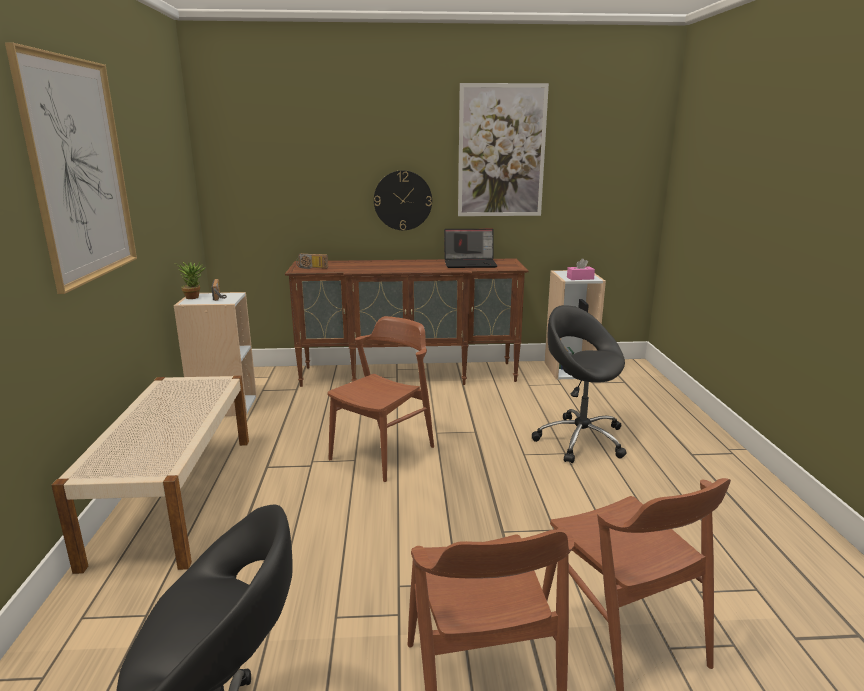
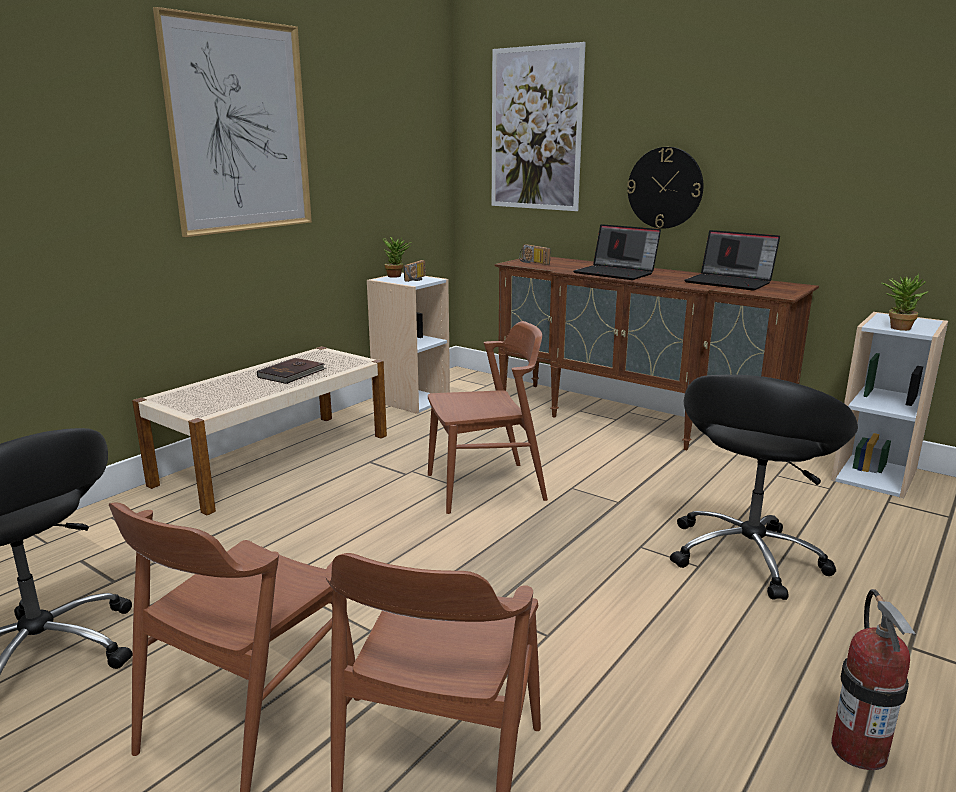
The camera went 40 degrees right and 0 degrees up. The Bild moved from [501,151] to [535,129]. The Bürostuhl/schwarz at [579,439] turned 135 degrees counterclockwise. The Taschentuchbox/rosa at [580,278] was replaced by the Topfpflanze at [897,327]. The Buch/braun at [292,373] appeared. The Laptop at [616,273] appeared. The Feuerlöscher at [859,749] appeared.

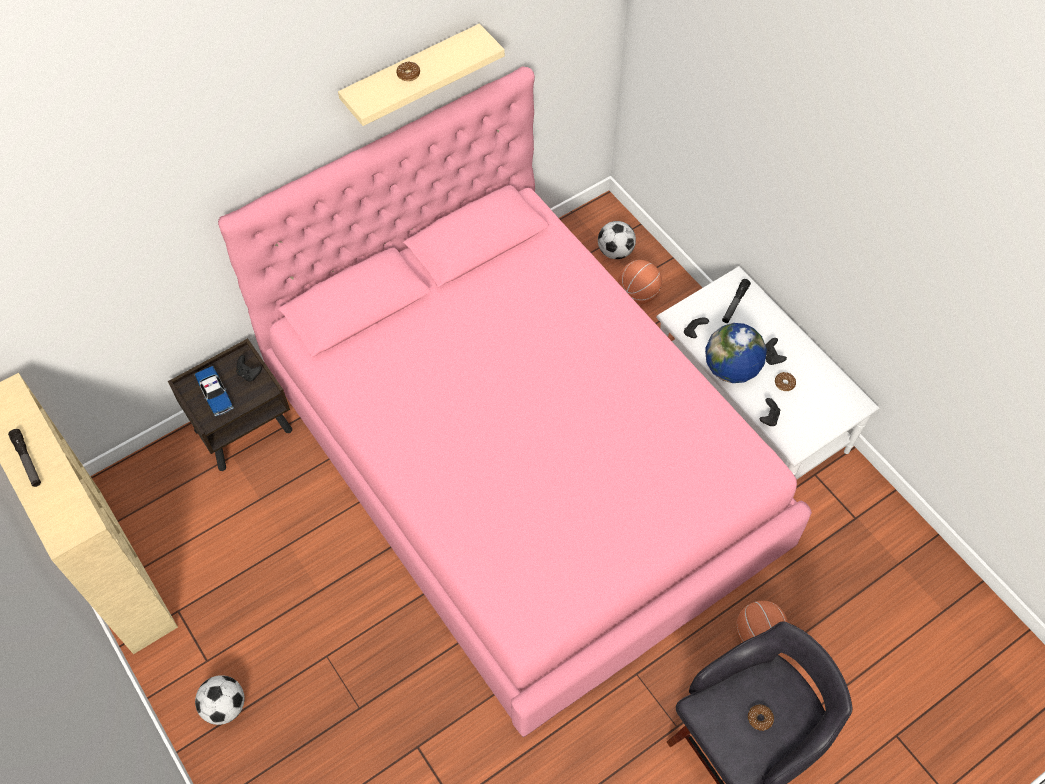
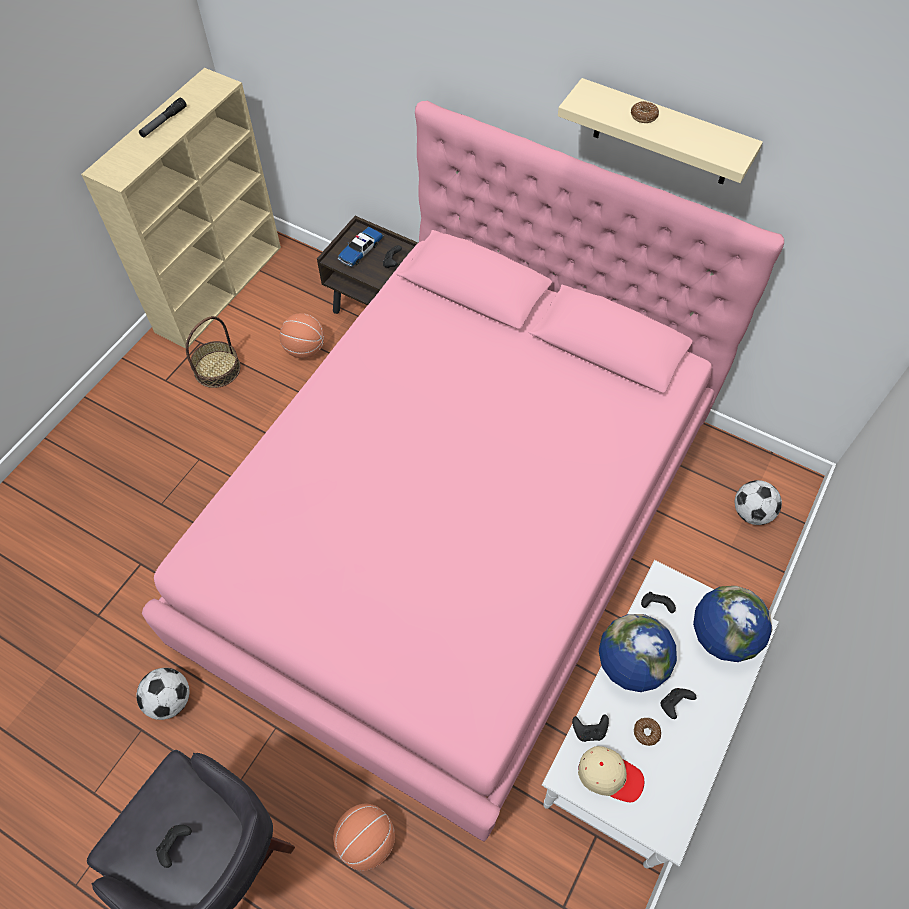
The camera went 65 degrees right and 0 degrees up. The Fußball moved from [225,706] to [170,700]. The Basketball moved from [638,294] to [305,349]. The Taschenlampe at [735,304] was replaced by the Globus at [722,636]. The Donut at [760,718] was replaced by the Gamepad/schwarz at [175,845]. The Korb at [217,369] appeared. The Kappe/beige at [609,775] appeared.

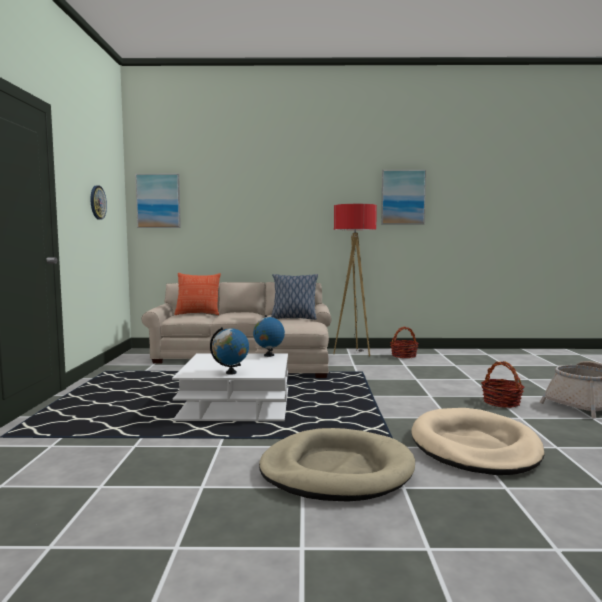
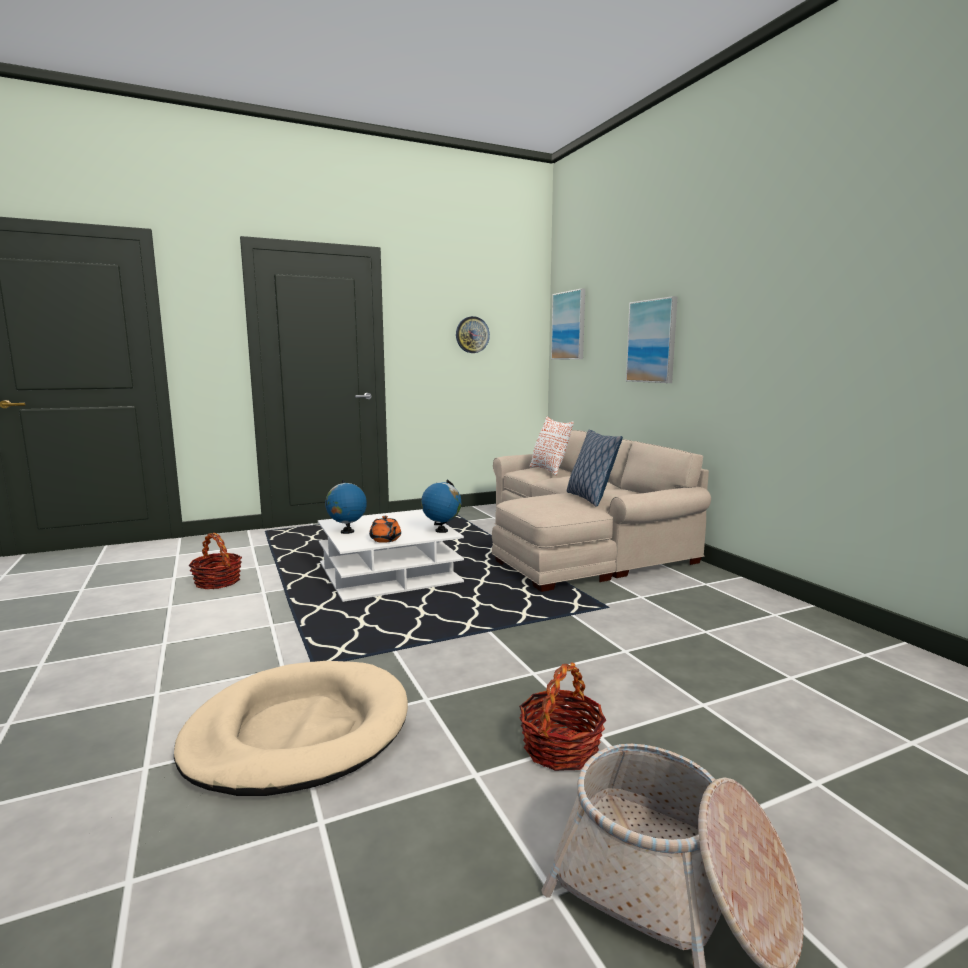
The camera went 65 degrees right and 5 degrees up. The Kissen/orange at [198,314] became the Kissen/weiß at [549,471]. The Hundebett/beige at [336,471] disappeared. The Stehlampe at [353,353] disappeared. The Bild moved from [403,197] to [652,341]. The Korb moved from [404,355] to [217,582]. The Teekanne/orange at [385,540] appeared.

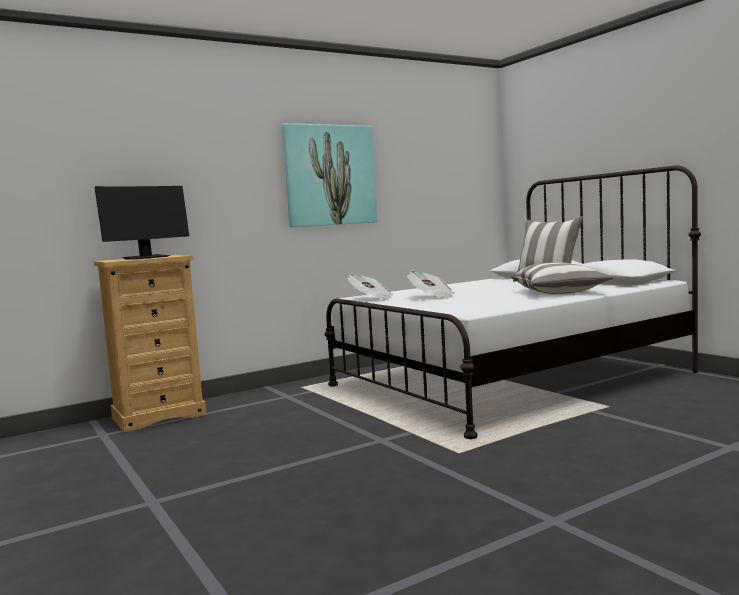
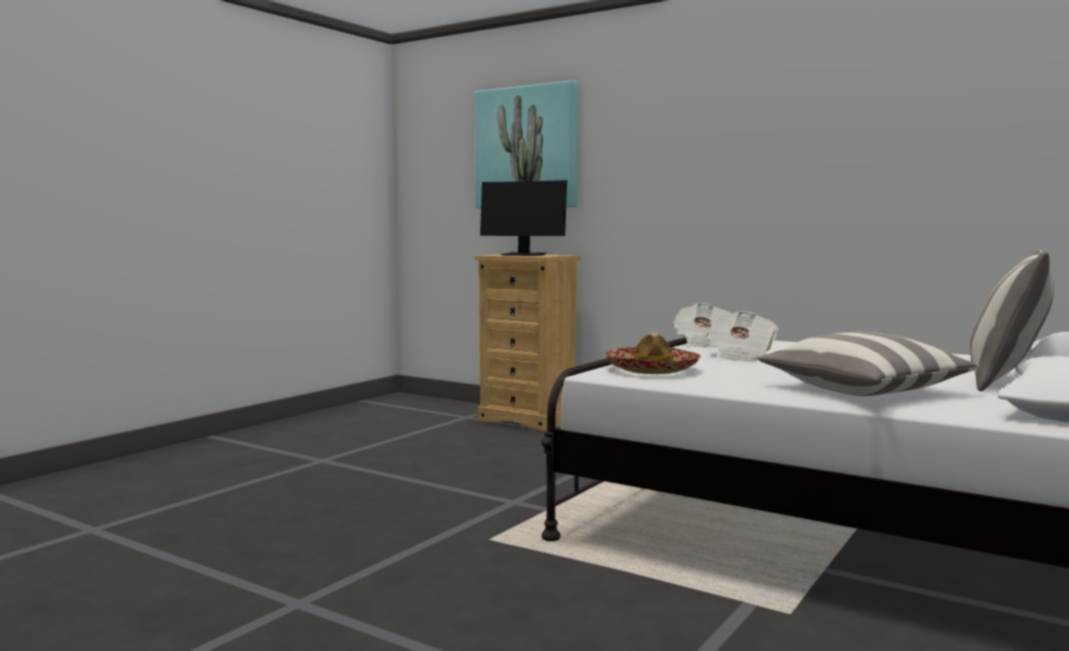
The camera went 65 degrees right and 0 degrees up. The Bild moved from [329,175] to [526,148]. The Hut at [652,370] appeared.

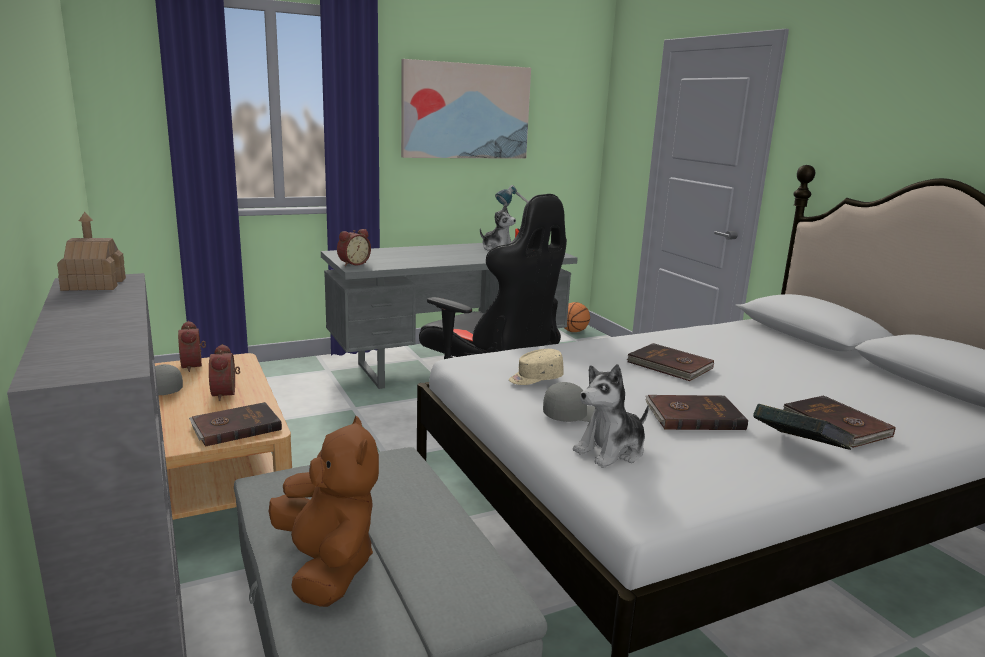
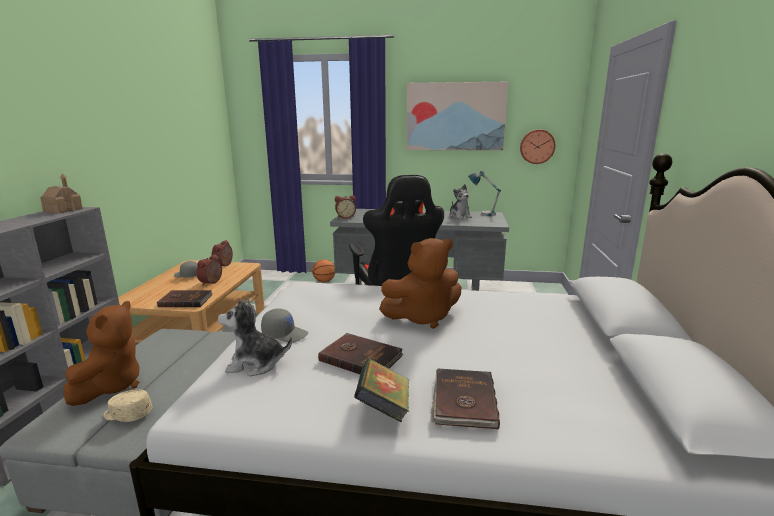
The camera went 35 degrees right and 0 degrees up. The Kappe/beige moved from [535,378] to [127,414]. The Basketball moved from [573,331] to [324,281]. The Buch/braun at [669,366] was replaced by the Plüschtier/braun at [422,317]. The Wanduhr at [537,146] appeared.

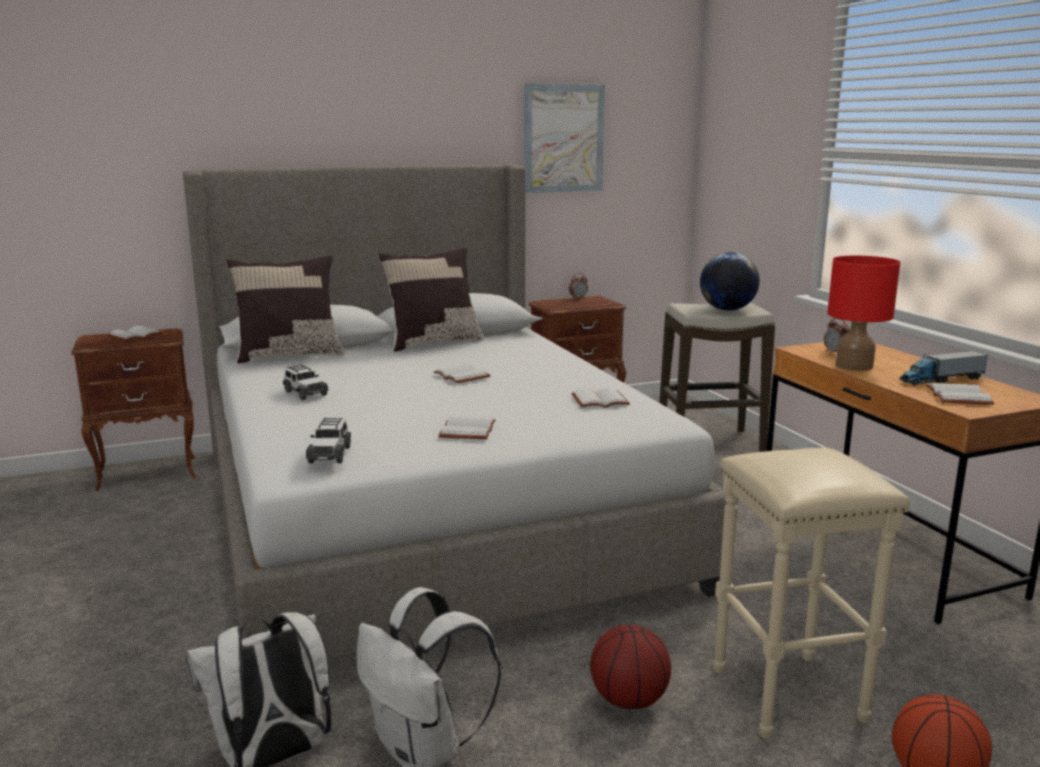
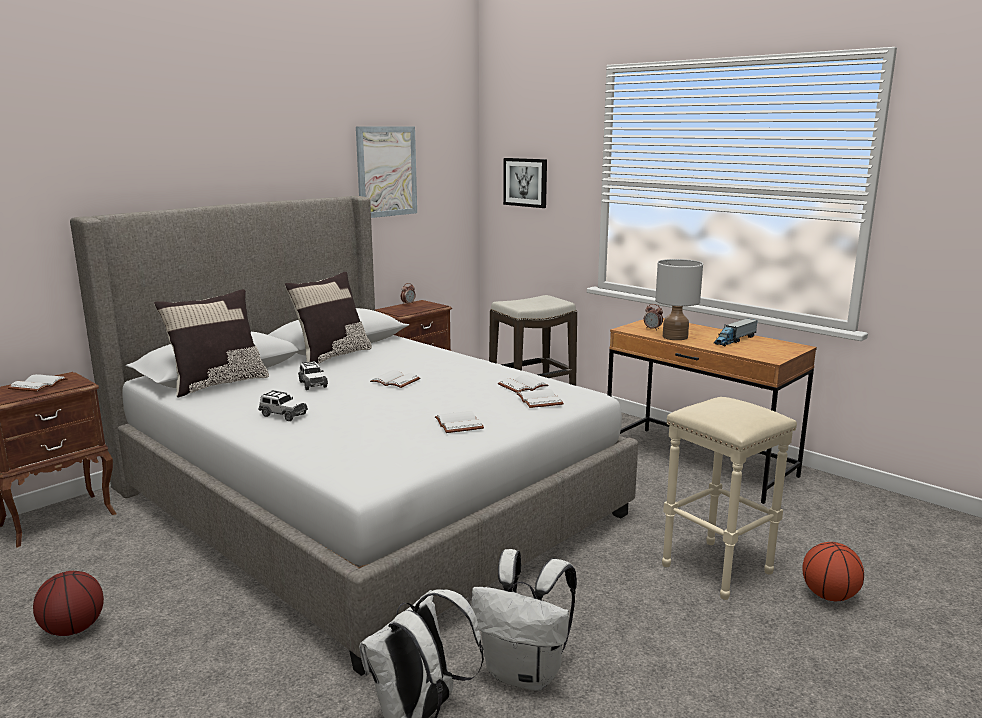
The camera went 25 degrees left and 0 degrees up. The Spielzeugauto moved from [330,454] to [312,384]. The Basketball moved from [629,700] to [74,629]. The Globus at [727,310] disappeared. The Tischlampe/rot at [853,366] became the Tischlampe/grau at [674,337]. The Buch/weiß moved from [956,396] to [538,400]. The Bild at [526,182] appeared.

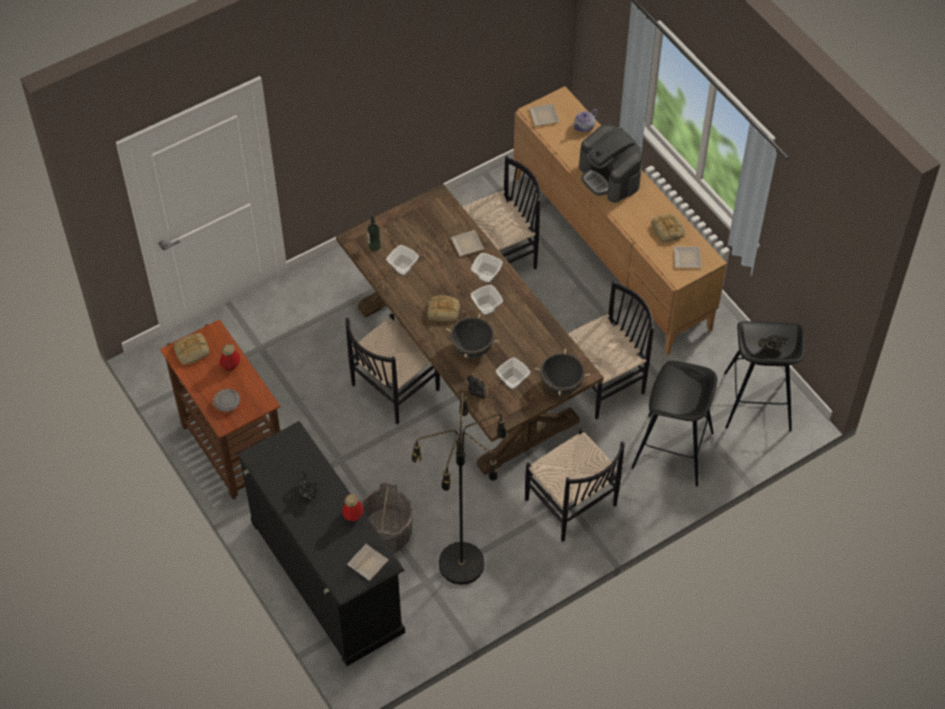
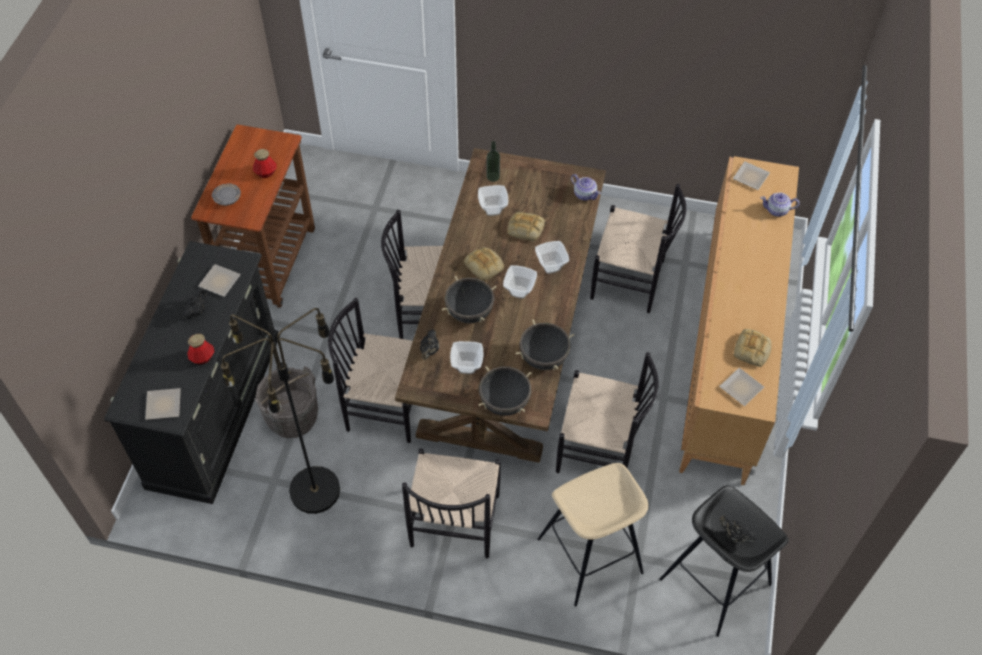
The camera went 45 degrees right and 0 degrees up. The Brot moved from [191,351] to [525,229]. The Teller moved from [466,245] to [218,282]. The Kaffeemaschine at [610,177] disappeared. The Hocker/schwarz at [672,451] became the Hocker/beige at [589,556]. The Stuhl/schwarz at [383,404] appeared. The Kochtopf/schwarz at [544,358] appeared. The Teekanne at [584,194] appeared.

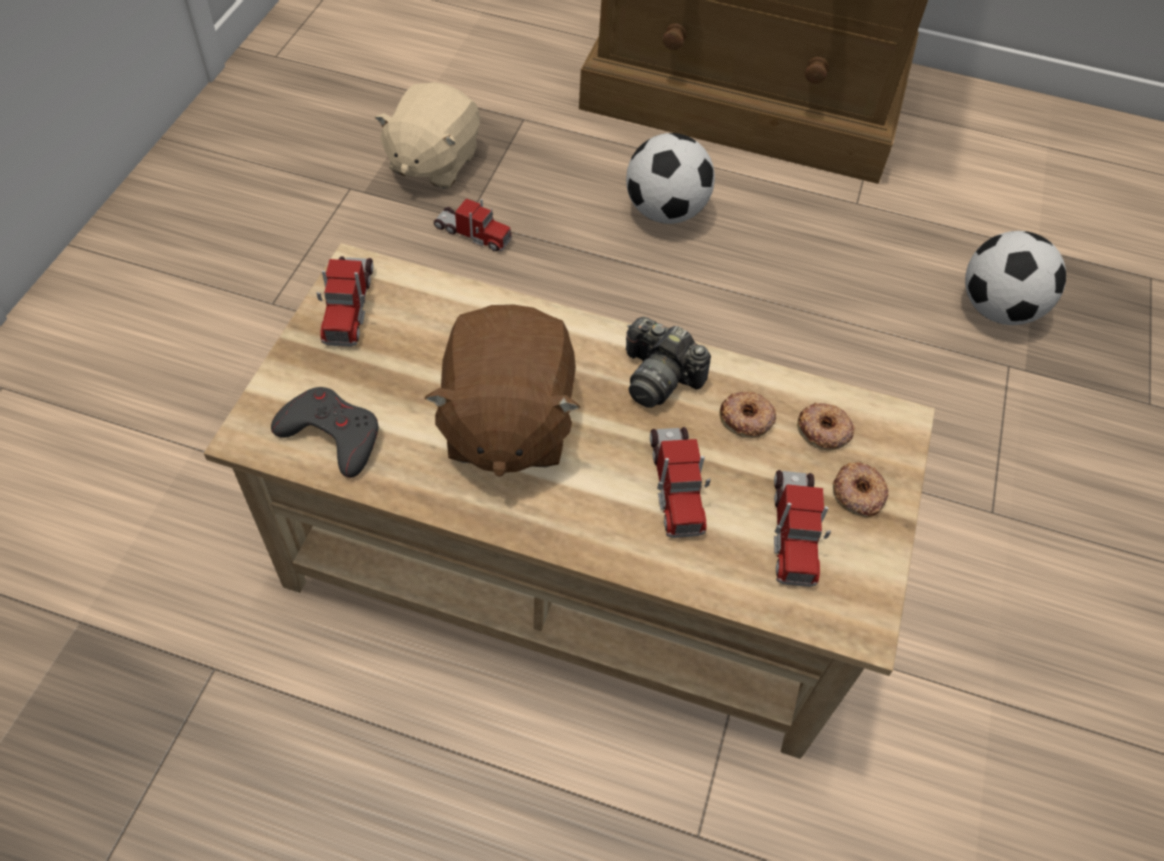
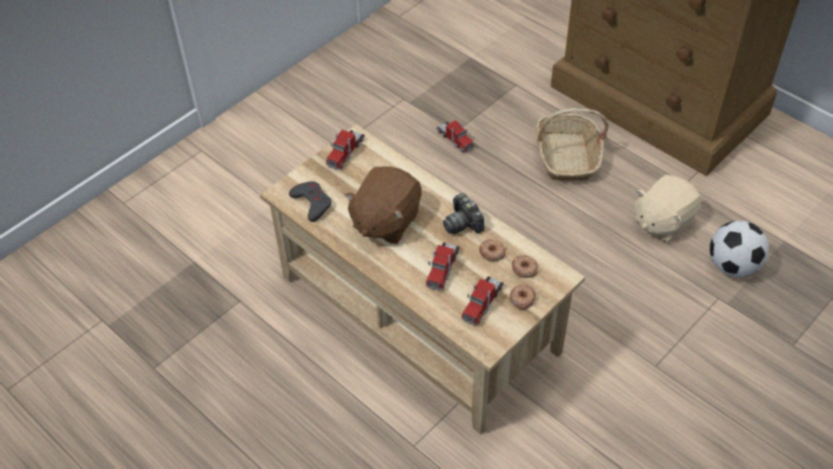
The camera went 30 degrees right and 5 degrees down. The Plüschtier/beige moved from [432,162] to [663,221]. The Fußball at [665,212] was replaced by the Korb at [567,157].

